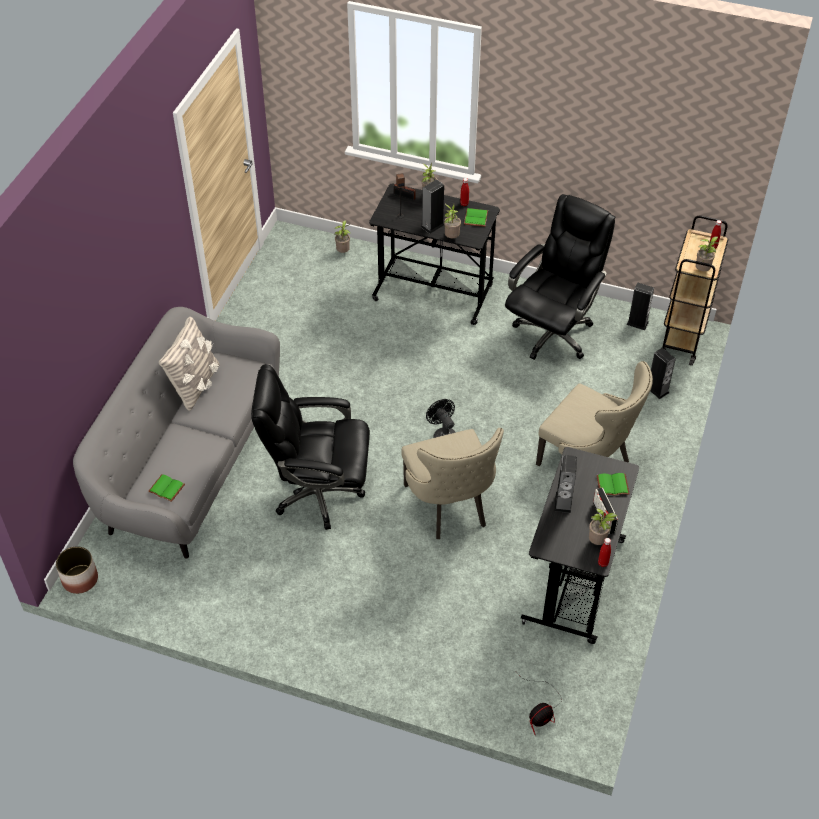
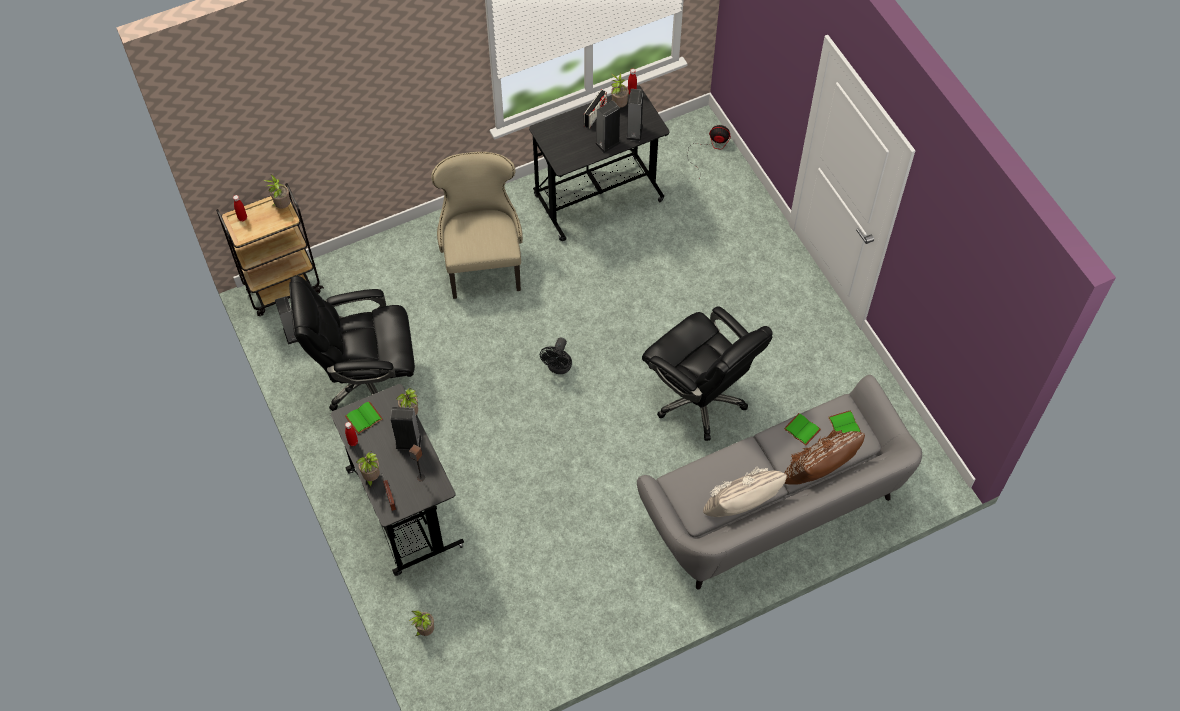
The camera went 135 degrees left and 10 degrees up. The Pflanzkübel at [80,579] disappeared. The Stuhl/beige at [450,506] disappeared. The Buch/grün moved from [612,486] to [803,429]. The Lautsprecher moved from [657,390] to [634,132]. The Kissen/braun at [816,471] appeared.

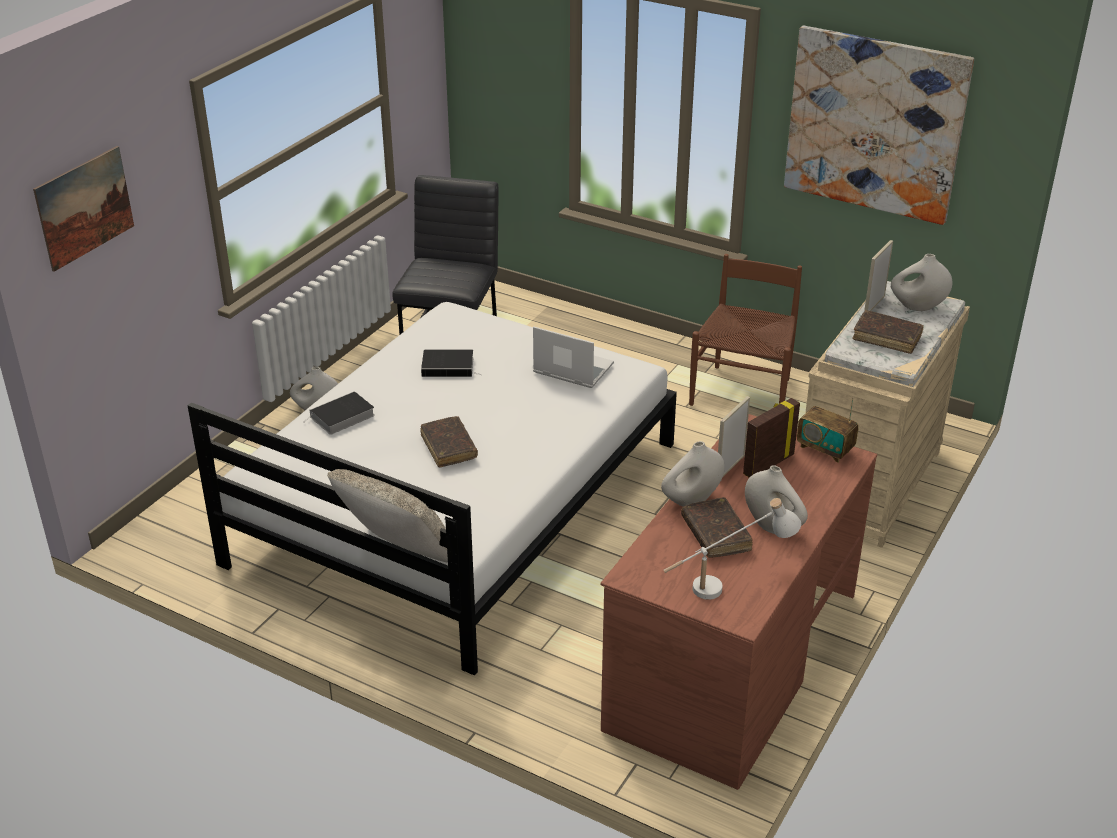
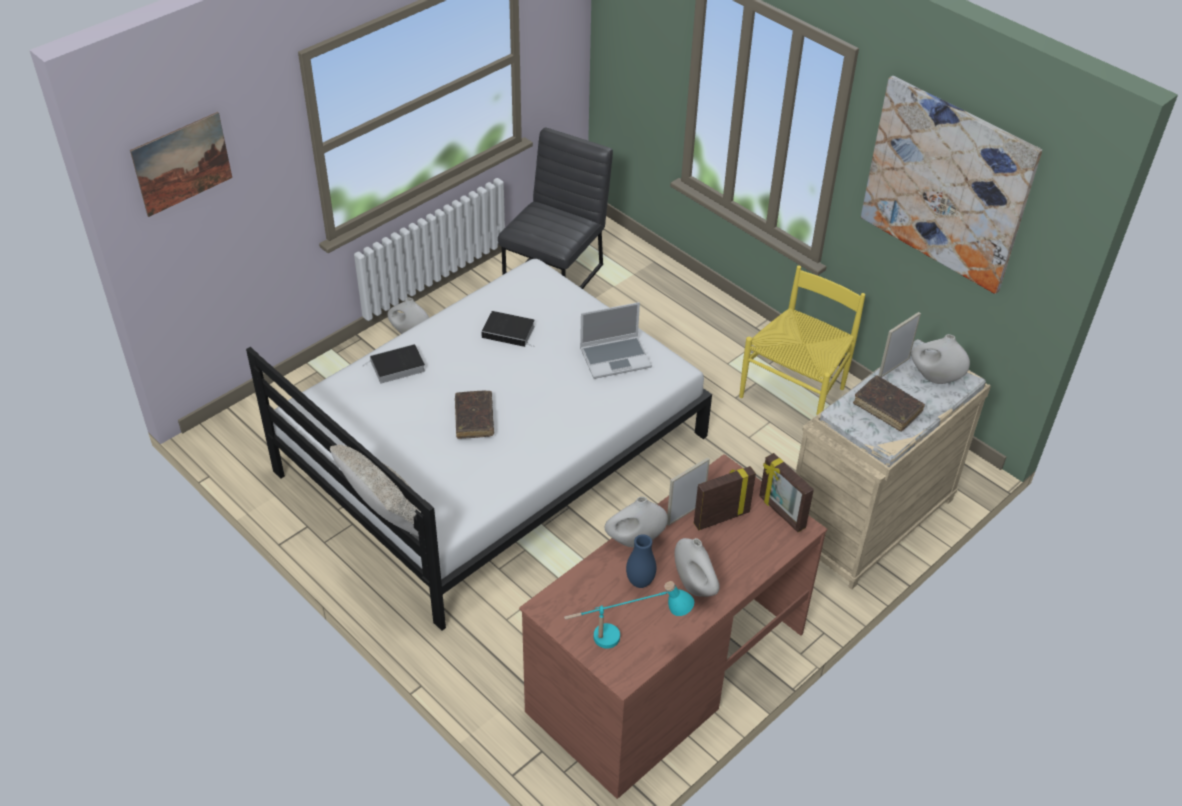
The camera went 15 degrees right and 10 degrees up. The Laptop at [571,369] turned 120 degrees clockwise. The Tischlampe/weiß at [728,585] became the Tischlampe/türkis at [626,638]. The Buch/braun at [716,534] was replaced by the Vase/blau at [640,582]. The Stuhl/braun at [743,393] became the Stuhl/gelb at [795,394]. The Radio at [825,449] was replaced by the Bilderrahmen at [781,513].

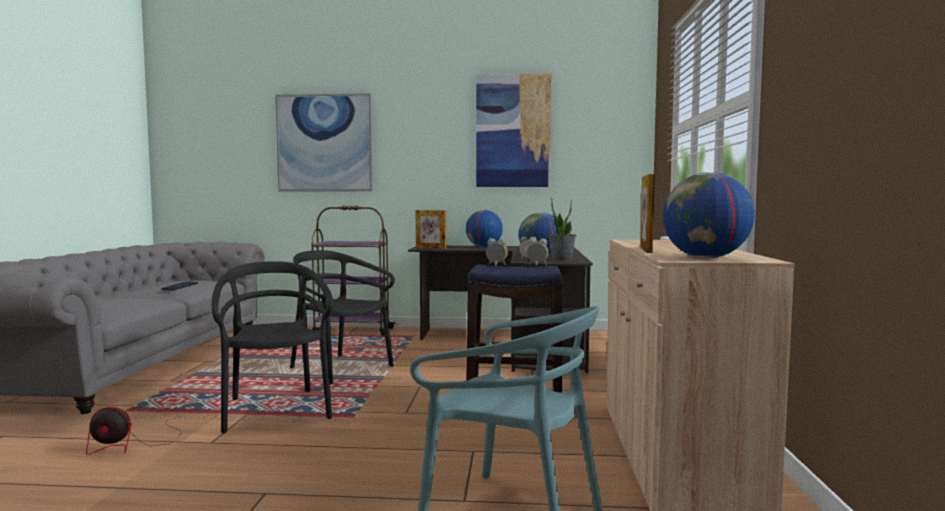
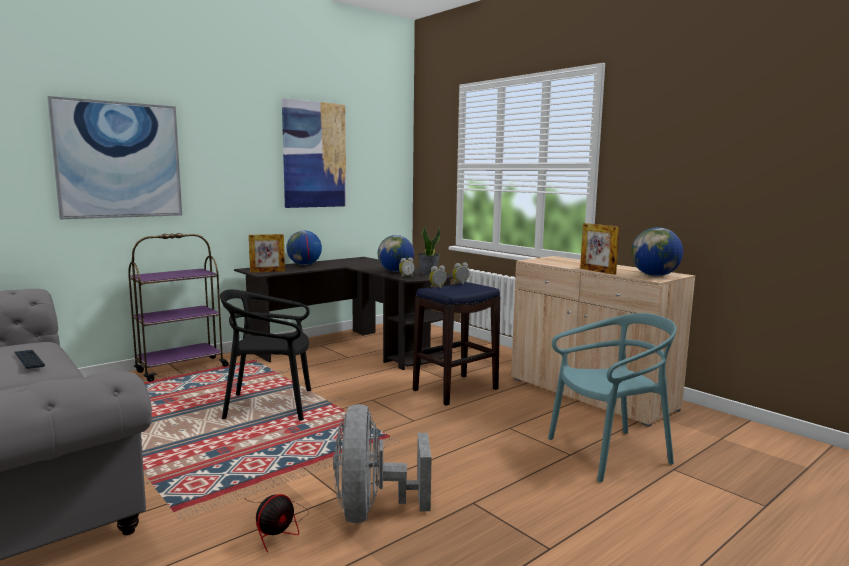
The camera went 45 degrees left and 5 degrees up. The Stuhl/schwarz at [275,410] disappeared. The Ventilator/grau at [373,511] appeared.

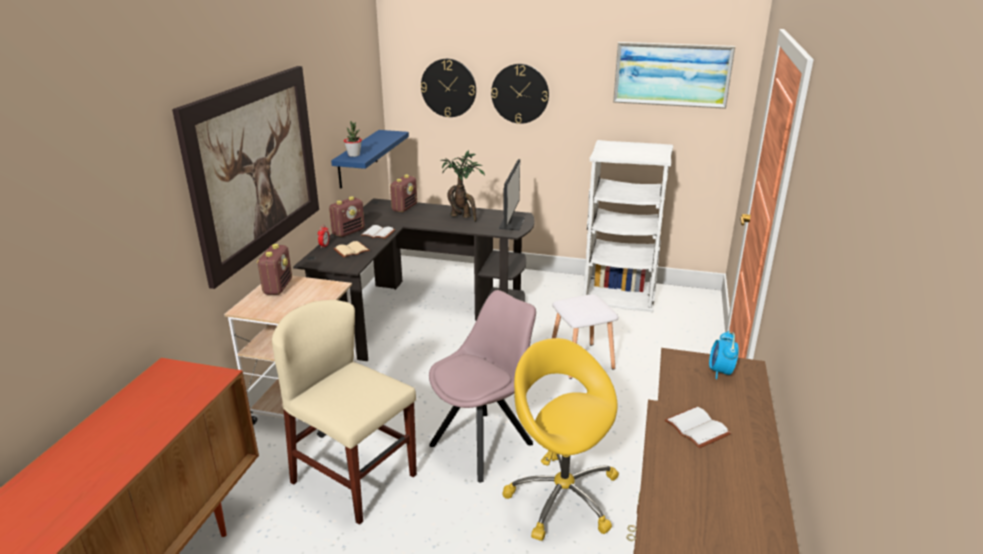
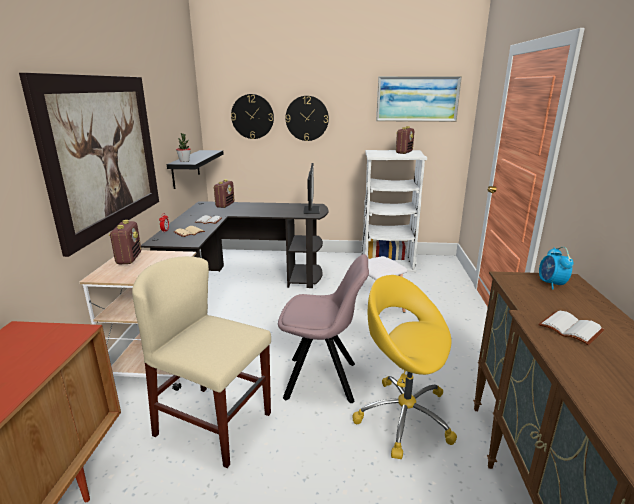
The camera went 10 degrees left and 5 degrees down. The Radio moved from [348,232] to [404,152]. The Wandregal/blau at [357,159] became the Wandregal/schwarz at [186,168]. The Stuhl/rosa at [483,445] turned 60 degrees clockwise. The Topfpflanze at [463,217] disappeared.

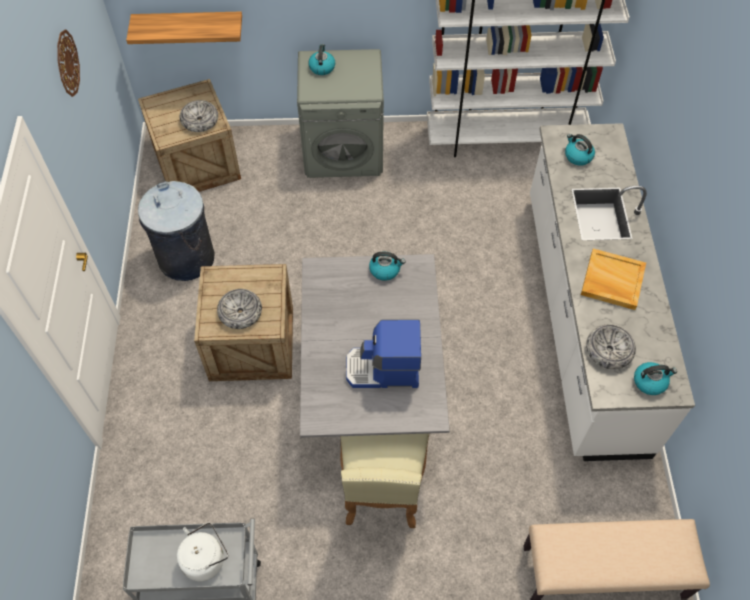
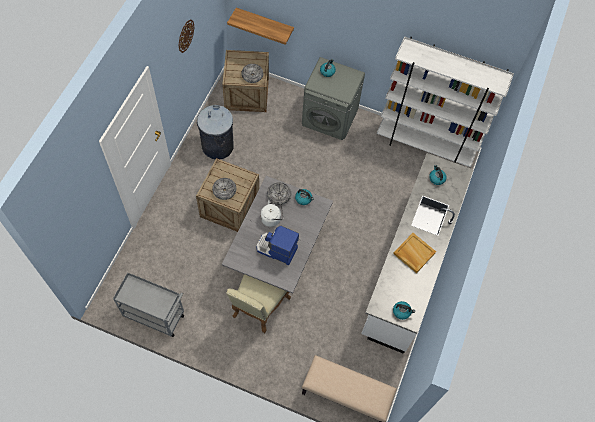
The camera went 20 degrees right and 5 degrees up. The Wasserkessel/weiß moved from [206,559] to [272,218]. The Schüssel moved from [609,350] to [279,195].

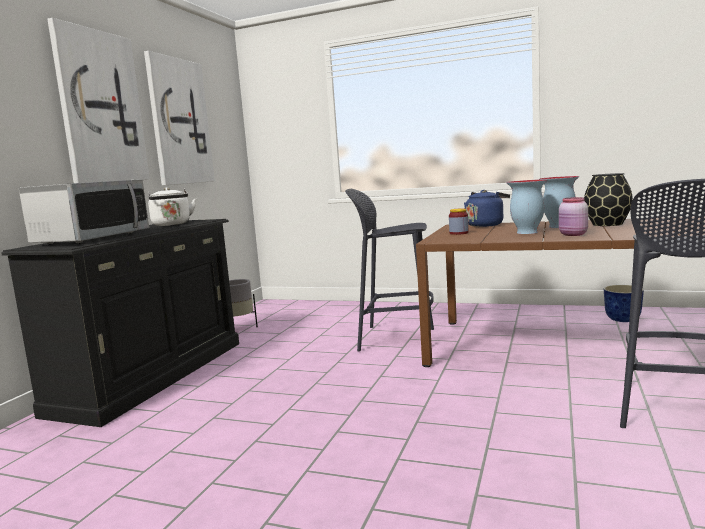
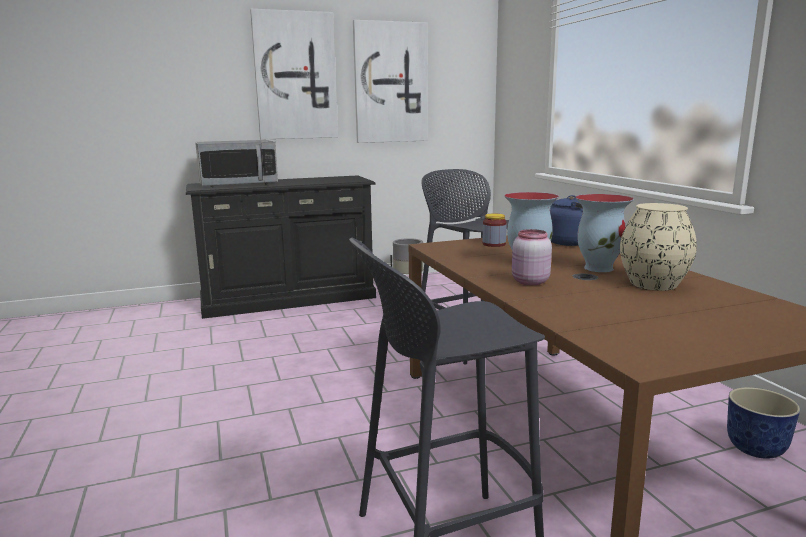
The camera went 50 degrees right and 5 degrees up. The Wasserkessel/weiß at [172,224] disappeared. The Vase/schwarz at [607,224] became the Vase/beige at [652,284].

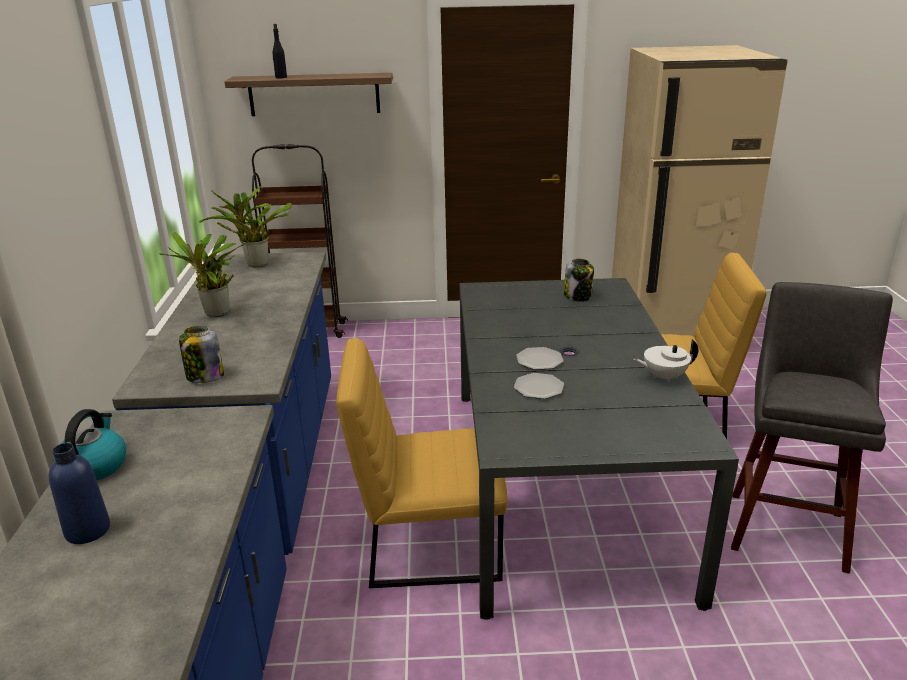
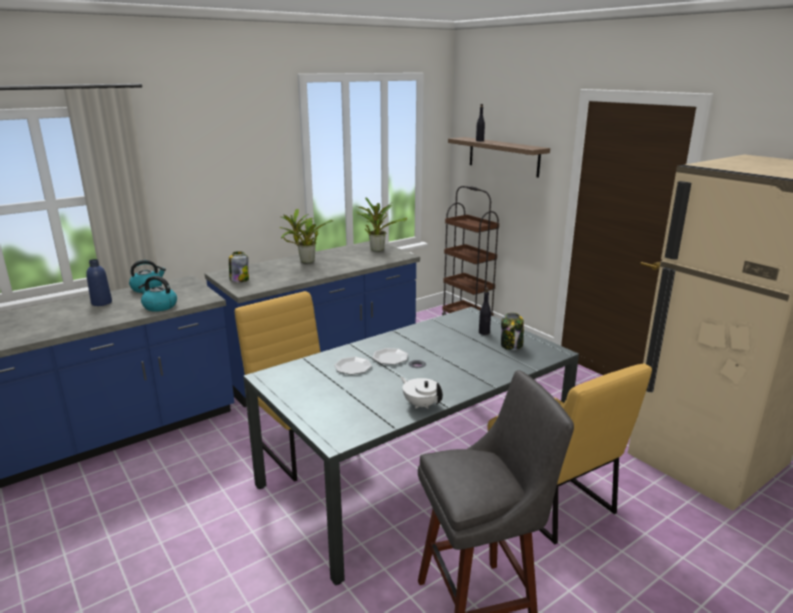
The camera went 55 degrees right and 5 degrees down. The Wasserkessel at [159,306] appeared. The Flasche/schwarz at [484,332] appeared.

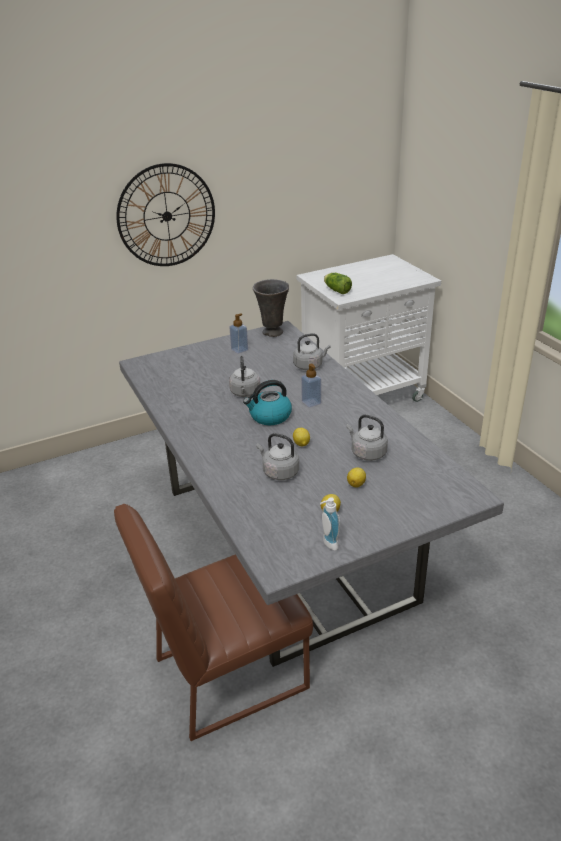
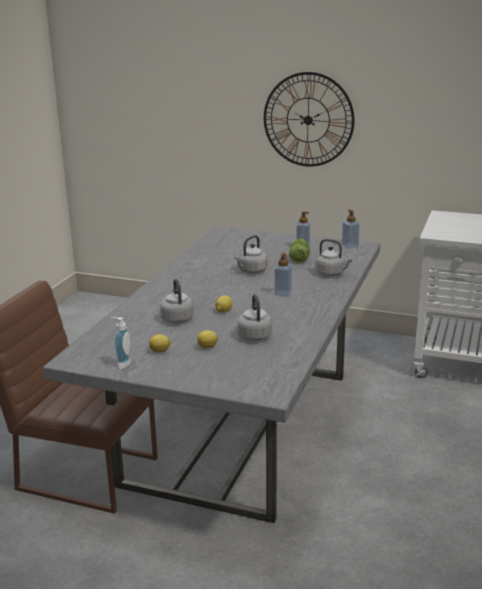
The camera went 45 degrees right and 10 degrees down. The Wasserkessel at [269,416] disappeared. The Vase/grau at [273,333] was replaced by the Seifenspender at [350,246]. The Salatkopf moved from [336,290] to [299,258].

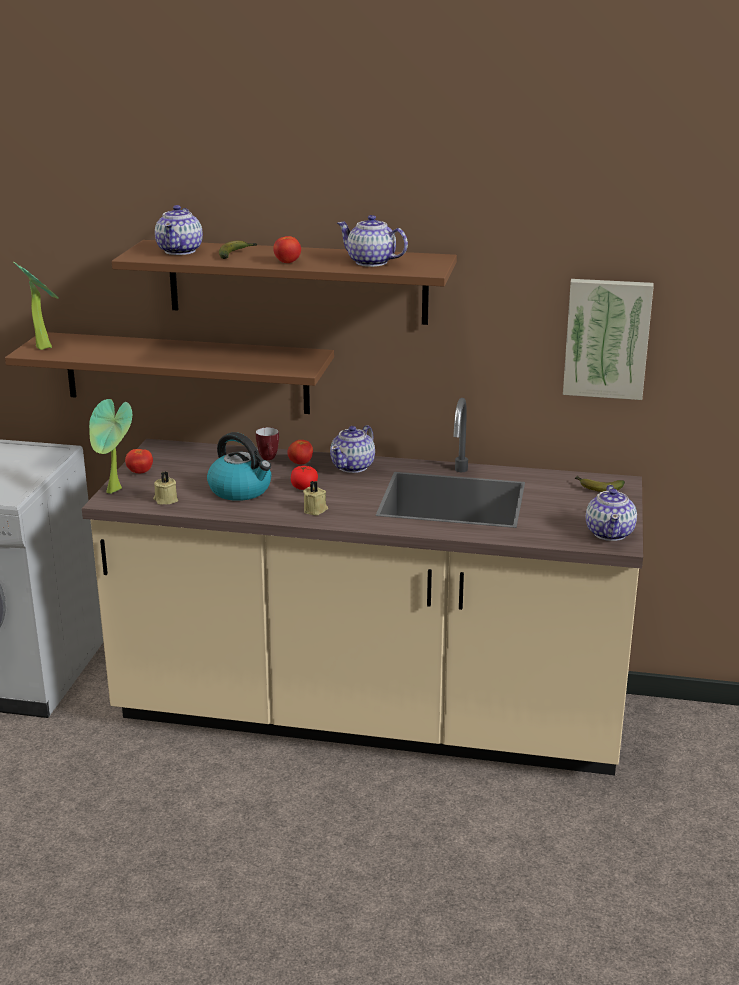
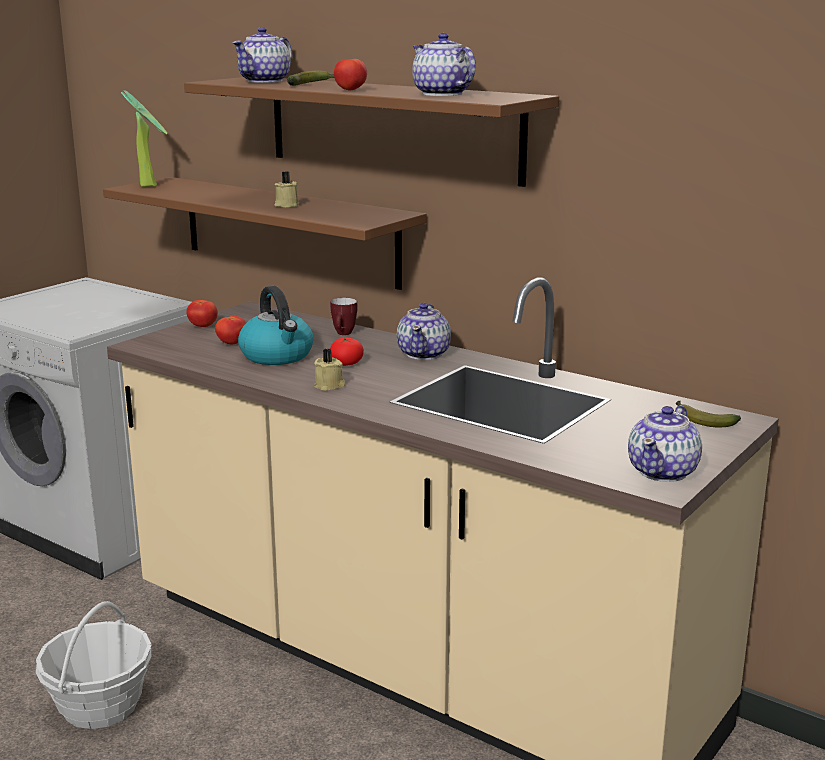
The camera went 25 degrees right and 5 degrees down. The Topfpflanze at [115,492] disappeared. The Kerze/beige moved from [165,500] to [286,205]. The Tomate moved from [300,463] to [232,344]. The Teekanne at [353,466] turned 45 degrees counterclockwise. The Bild at [607,338] disappeared. The Korb at [100,706] appeared.

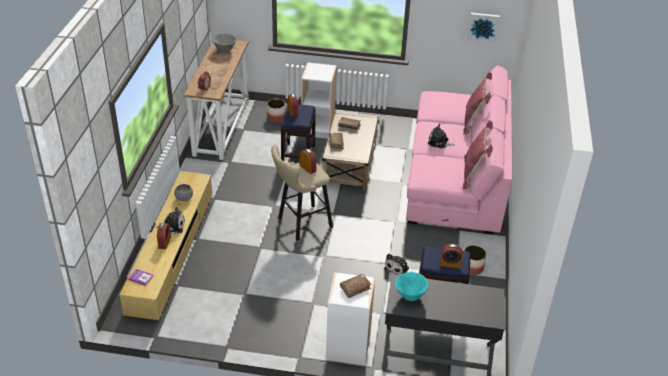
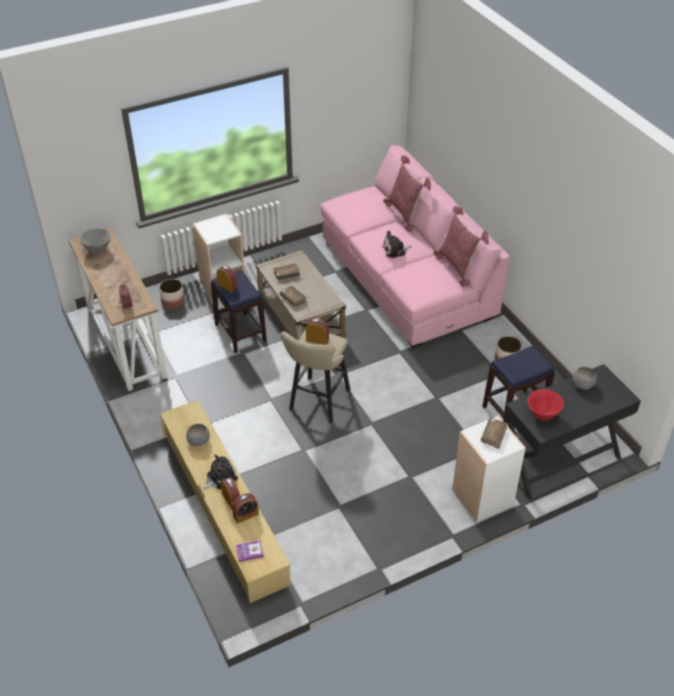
The camera went 35 degrees left and 5 degrees up. The Plüschtier at [397,268] disappeared. The Schüssel/türkis at [410,296] became the Schüssel/rot at [542,415]. The Wecker moved from [450,264] to [246,515]. The Bild at [483,26] disappeared. The Schüssel/grau at [583,384] appeared.

